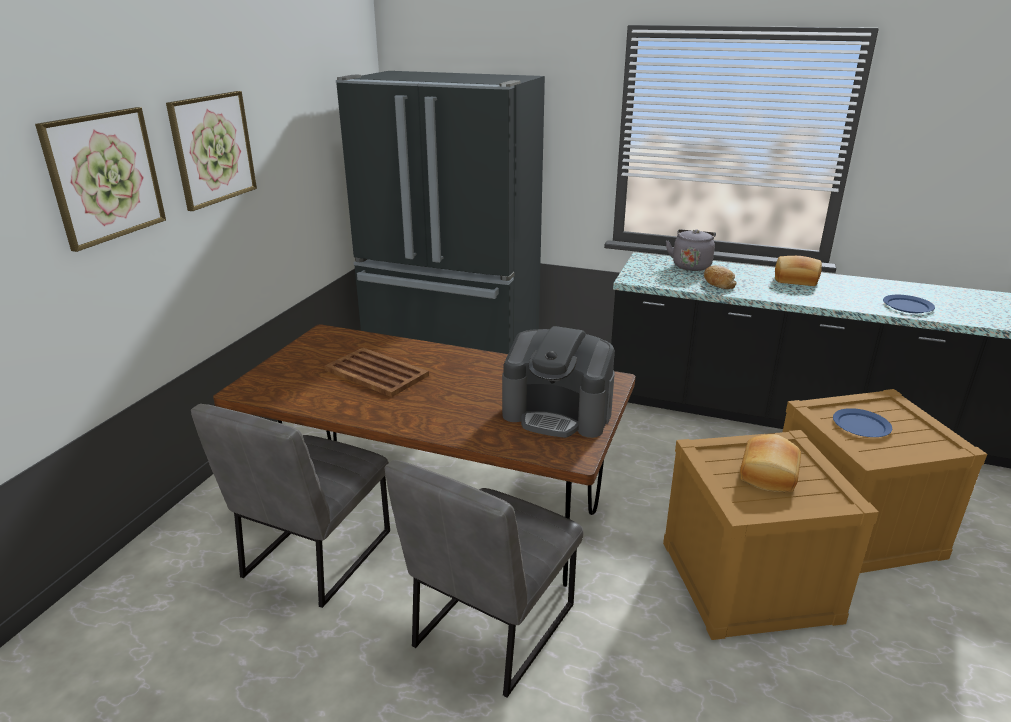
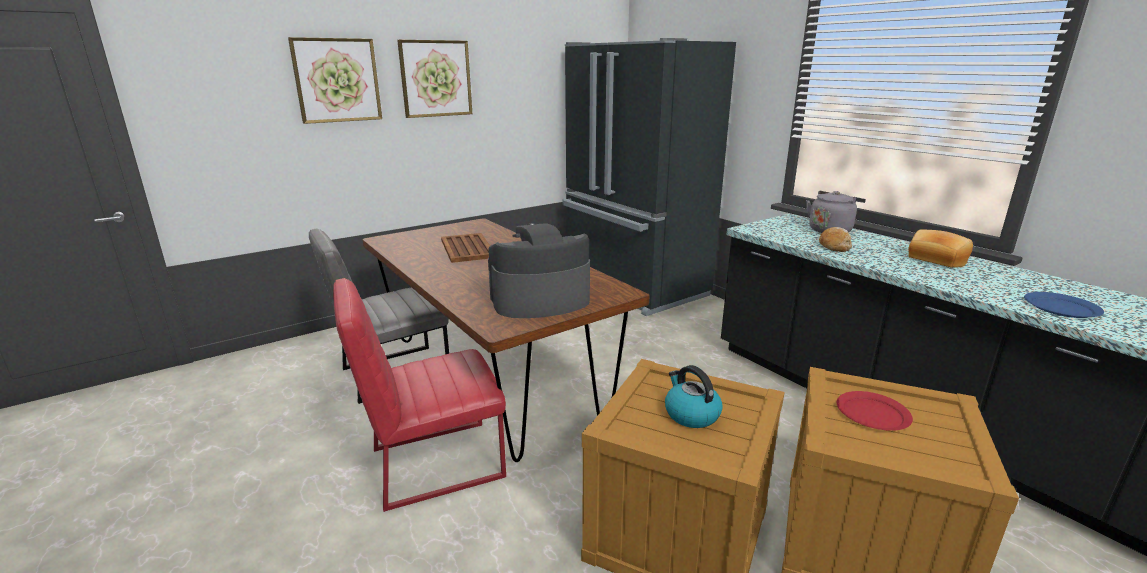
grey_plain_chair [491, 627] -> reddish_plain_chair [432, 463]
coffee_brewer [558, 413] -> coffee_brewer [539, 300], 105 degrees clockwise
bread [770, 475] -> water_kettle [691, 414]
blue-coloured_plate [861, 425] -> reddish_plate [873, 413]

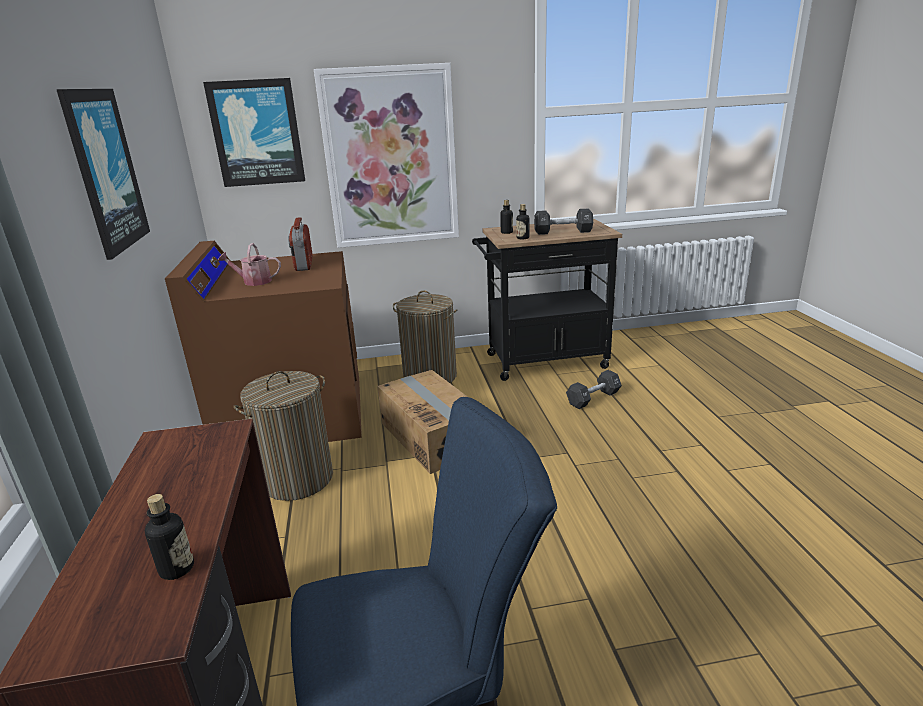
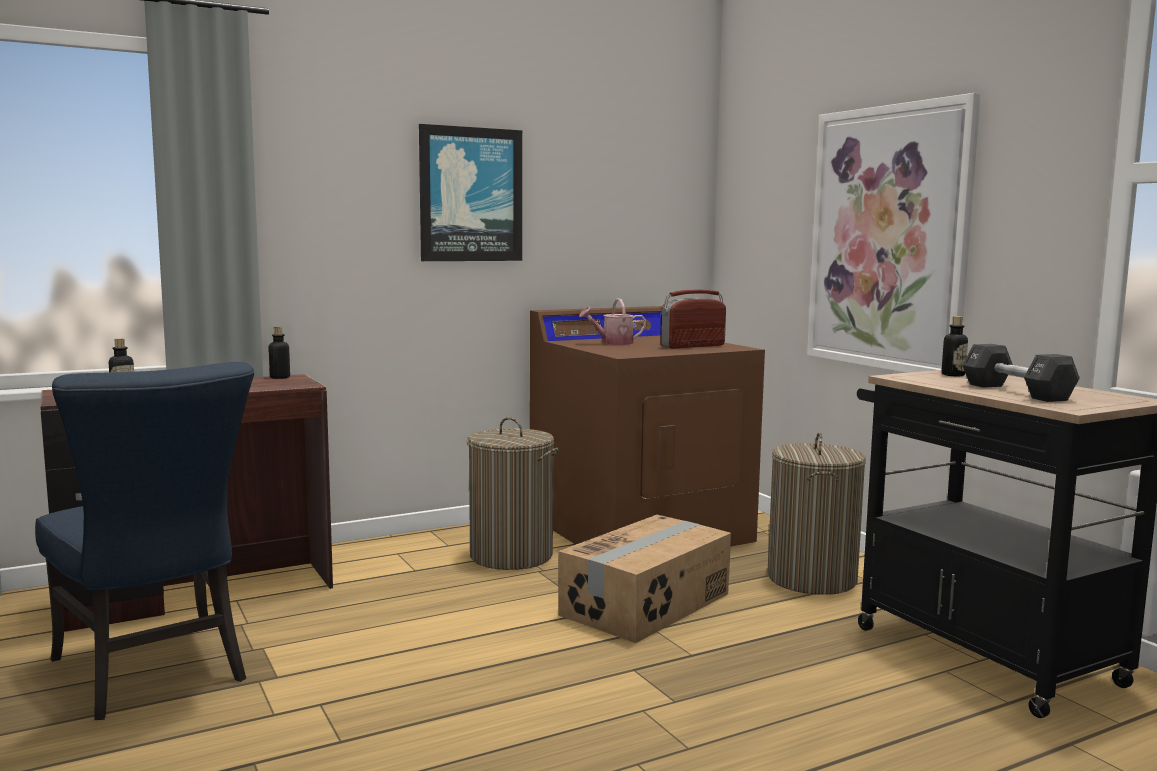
beverage_bottle [522, 238] -> beverage_bottle [280, 377], moved
watering_pot [253, 282] -> watering_pot [613, 343], 90 degrees counterclockwise
wall_picture [257, 133] -> none
black_free_weight [593, 398] -> none

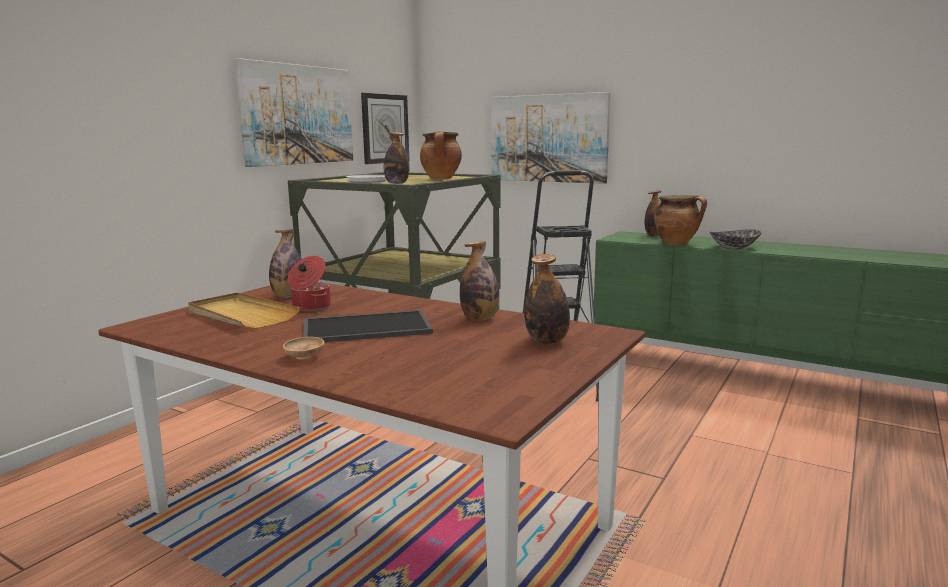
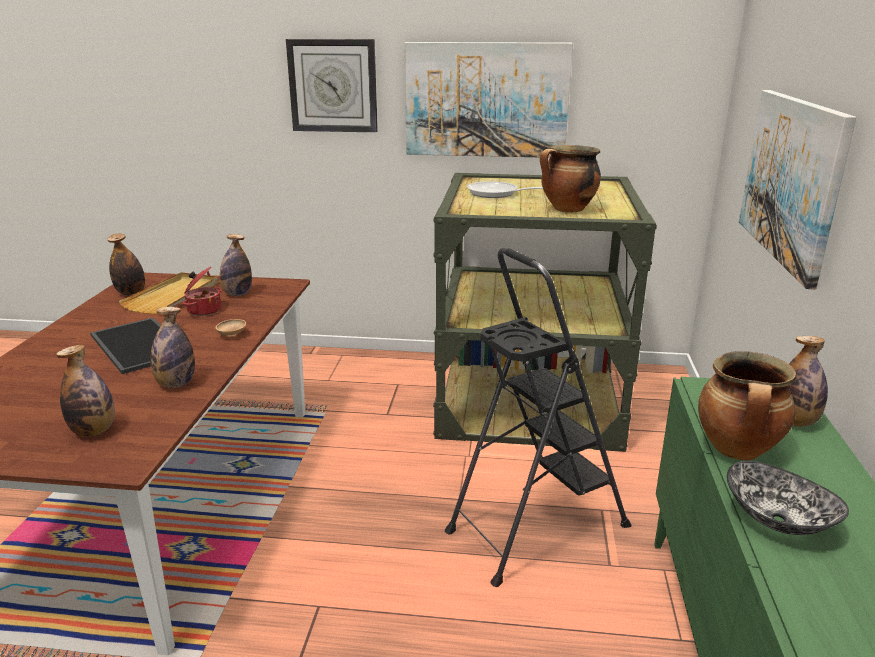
beverage_bottle [396, 183] -> beverage_bottle [131, 293], moved
brown_serving_bowl [304, 357] -> brown_serving_bowl [232, 334], moved
hanging_clock [384, 128] -> hanging_clock [333, 86], moved

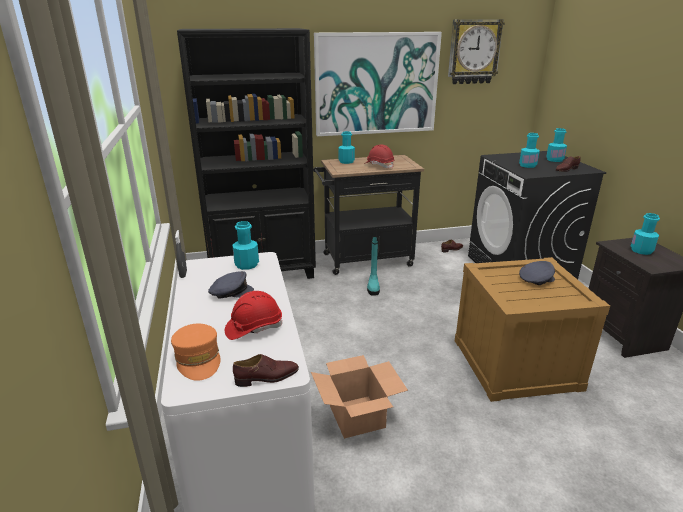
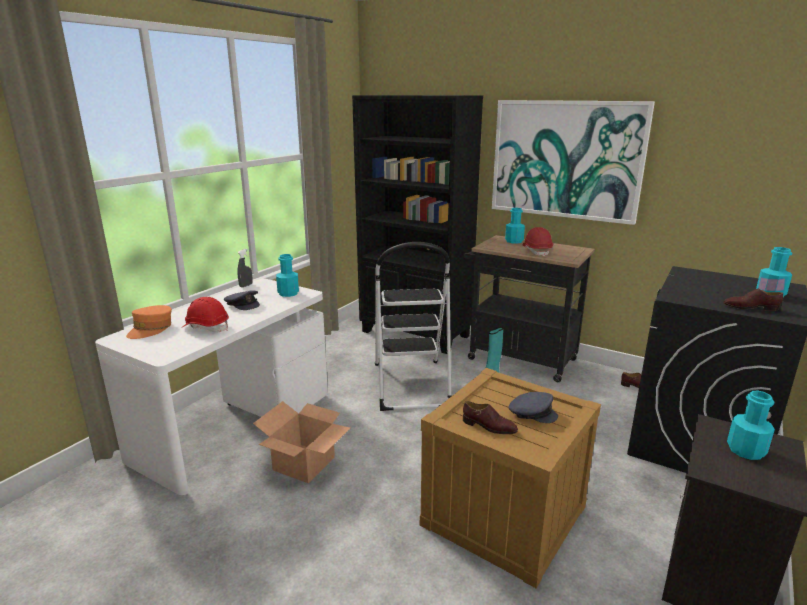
none -> stepladder [410, 386]
brown_low_shoe [267, 377] -> brown_low_shoe [489, 427], moved
hanging_clock [473, 52] -> none
turquoise-coloured_beverage_bottle [527, 165] -> none

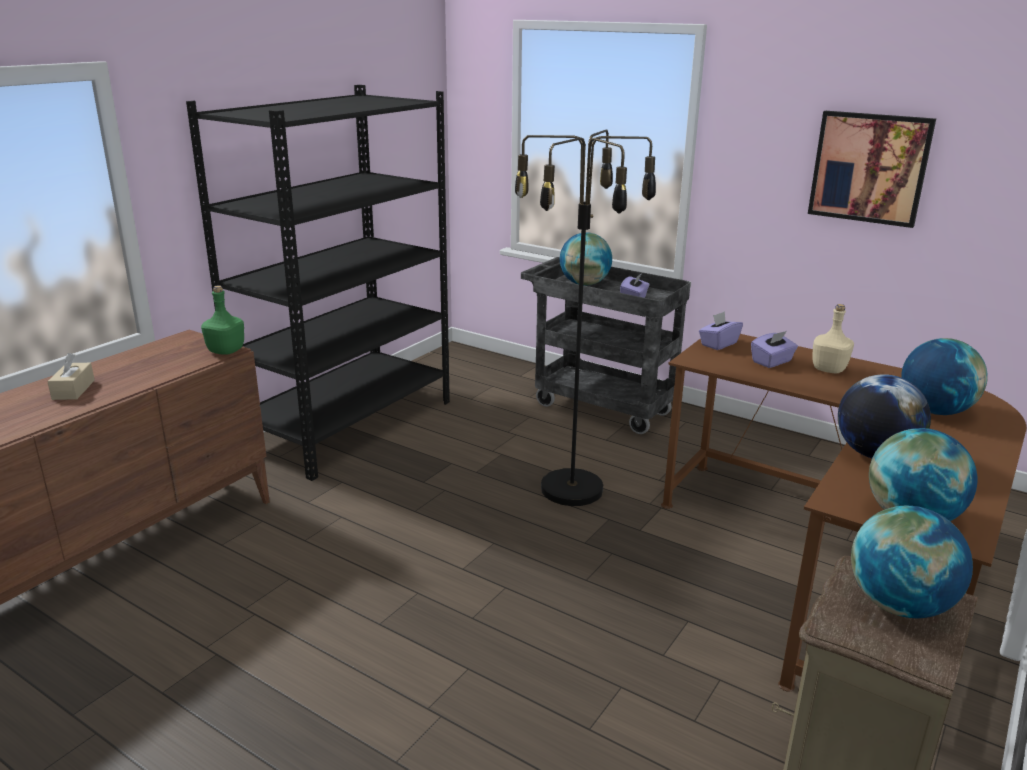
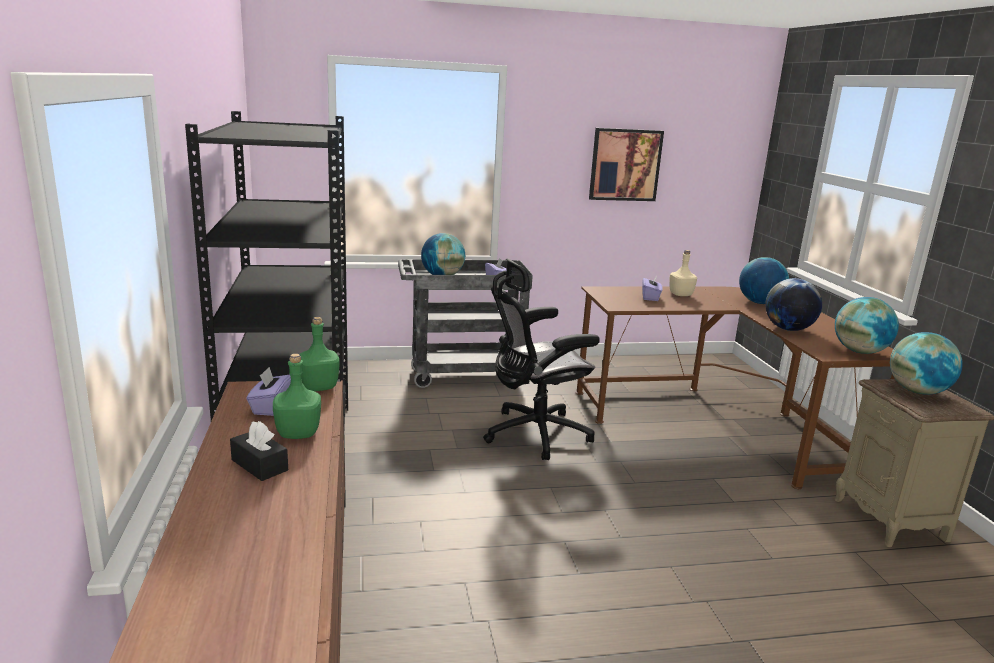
sand-coloured_tissue_holder [73, 390] -> black_tissue_holder [259, 465]
purple_tissue_holder [718, 344] -> purple_tissue_holder [271, 407], moved
none -> greenish_beverage_bottle [299, 433]
floor_lamp [572, 490] -> computer_chair [536, 434]

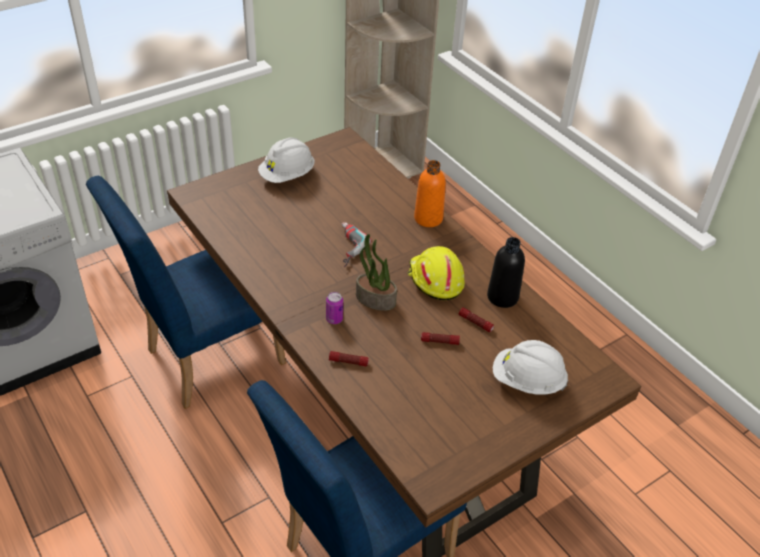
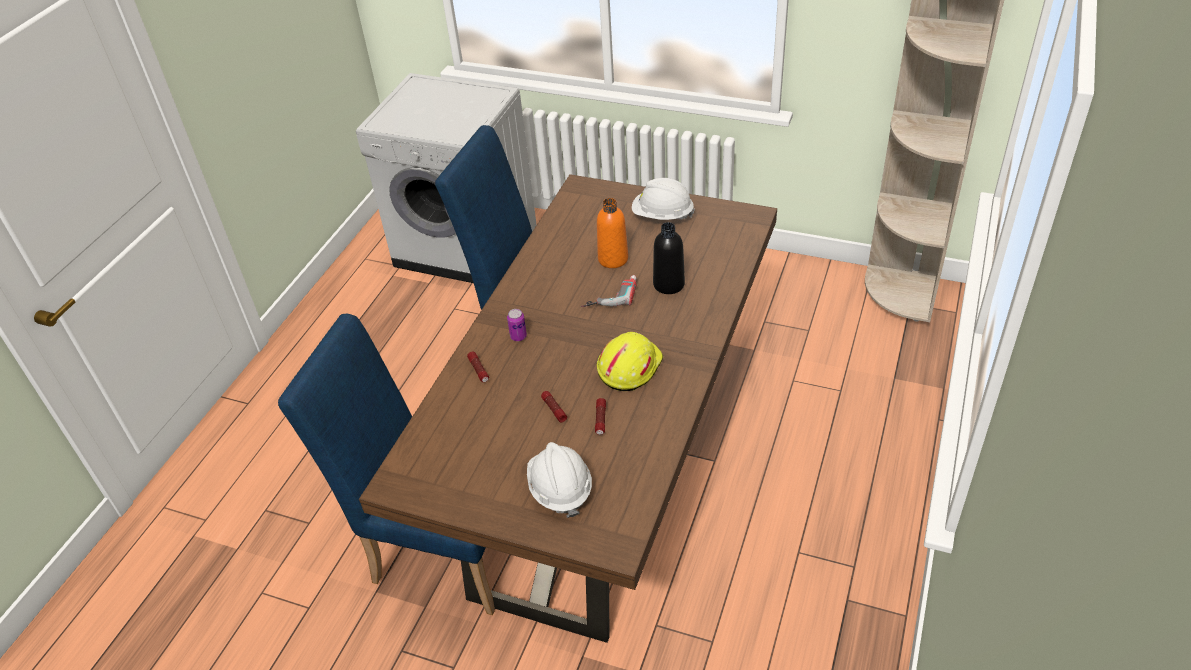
orangey_beverage_bottle [428, 218] -> orangey_beverage_bottle [613, 259], moved
black_beverage_bottle [502, 297] -> black_beverage_bottle [668, 284], moved
potted_plant [375, 299] -> none

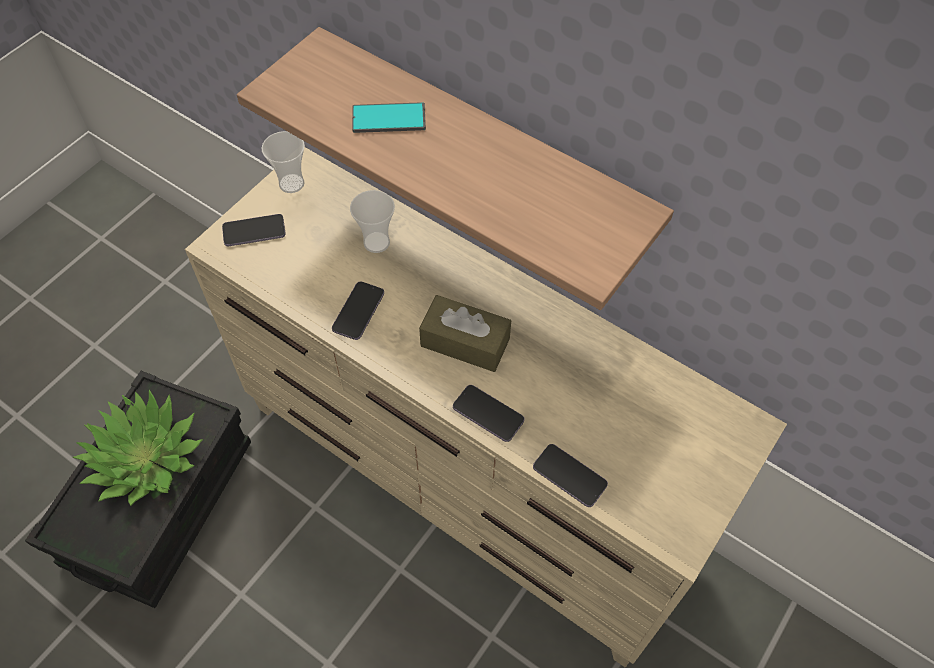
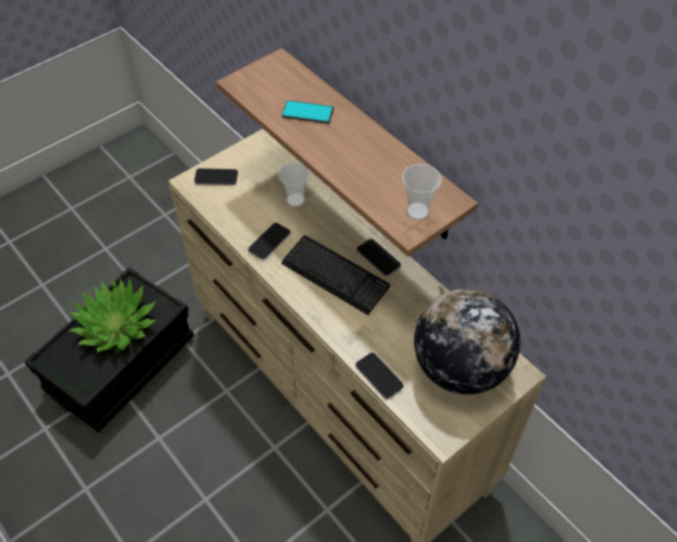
brown_tissue_holder [465, 342] -> computer_keyboard [335, 276]
handset [488, 414] -> handset [378, 258], moved
drinking_cup [291, 183] -> drinking_cup [417, 211], moved
none -> globe [460, 368]

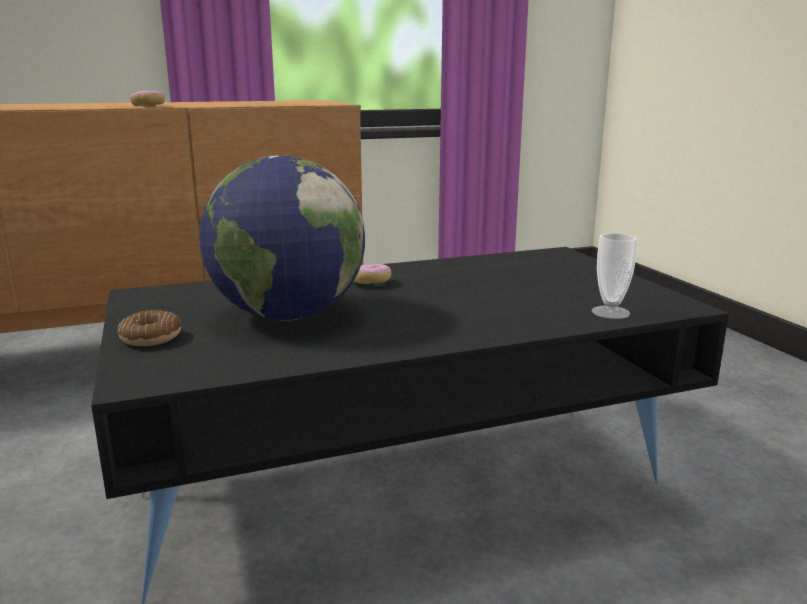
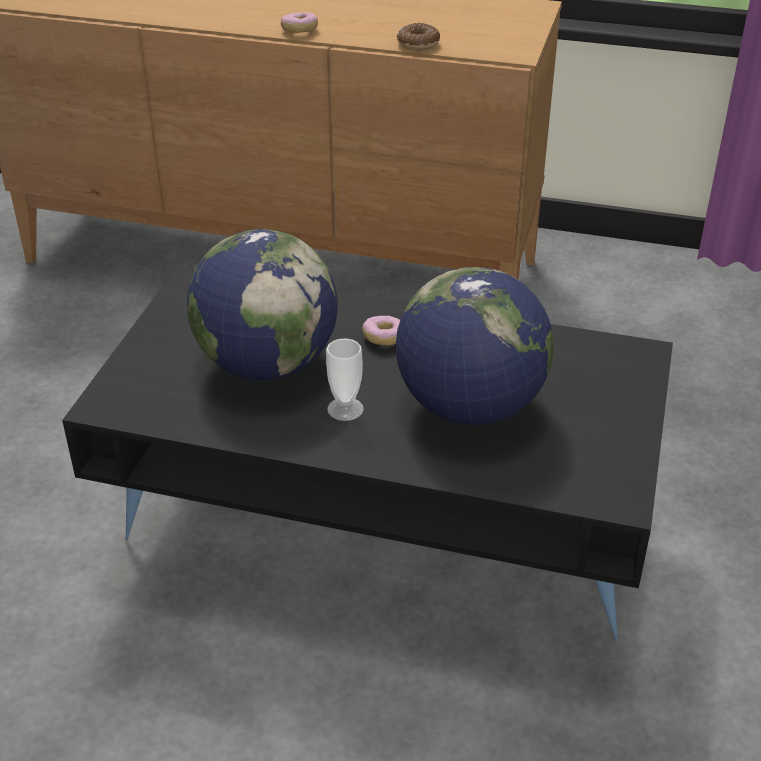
drinking_cup [610, 312] -> drinking_cup [345, 409], moved
none -> globe [470, 407]
doughnut [151, 338] -> doughnut [418, 44], moved

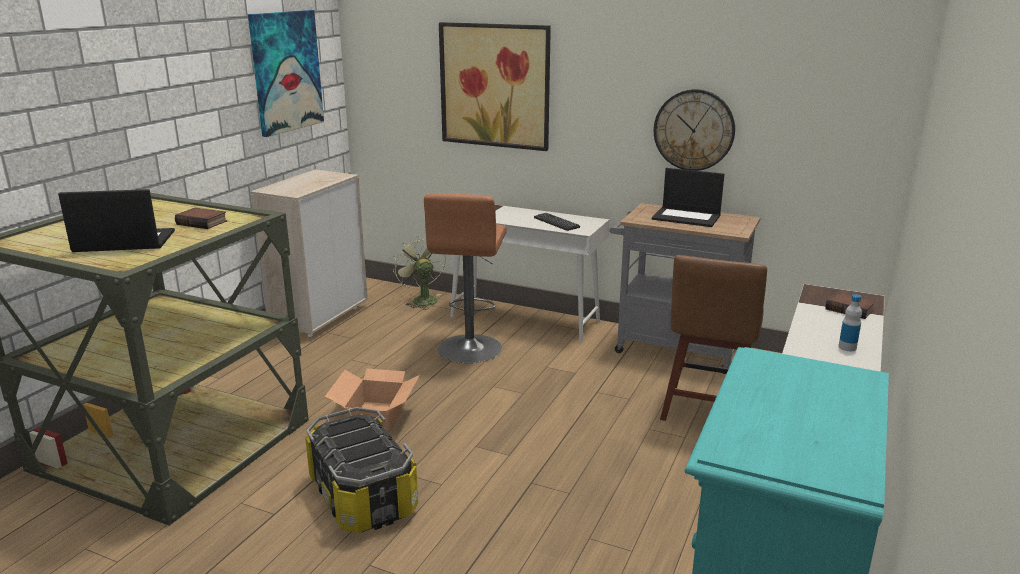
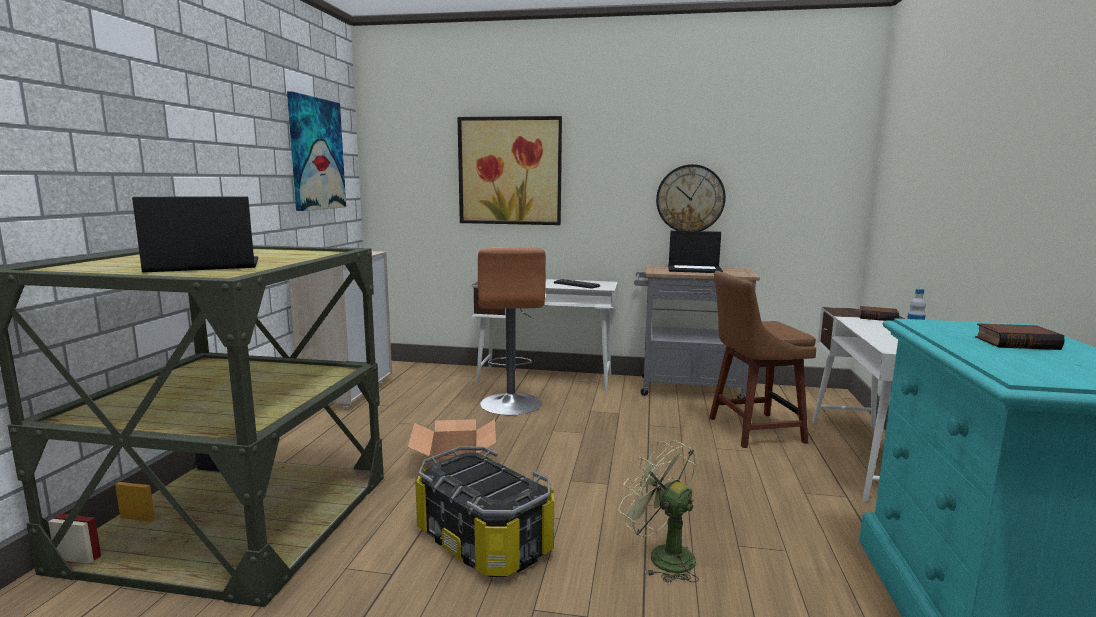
greenish_fan [421, 300] -> greenish_fan [662, 556], moved
brown_plain_chair [705, 411] -> brown_plain_chair [751, 430], 75 degrees clockwise
bound_book [203, 222] -> bound_book [1016, 343], moved

